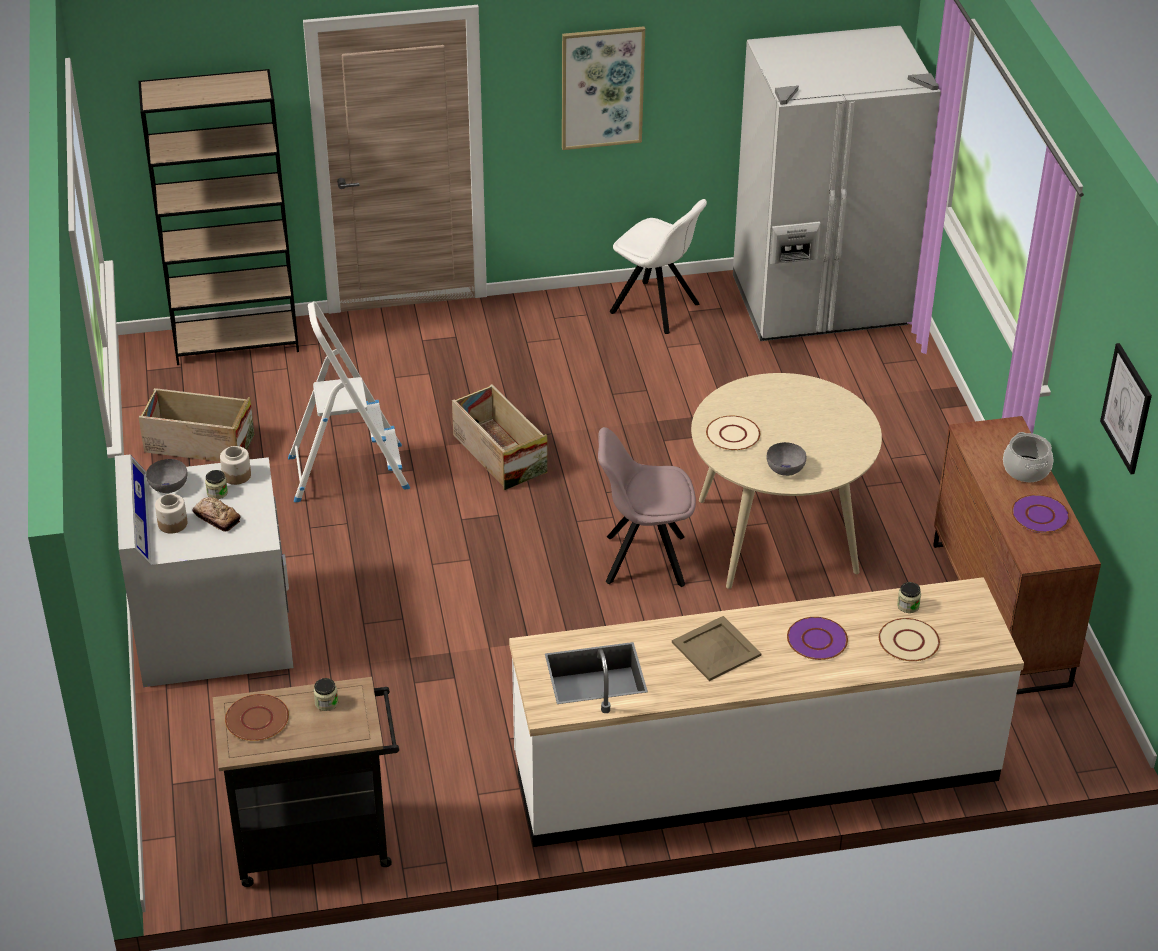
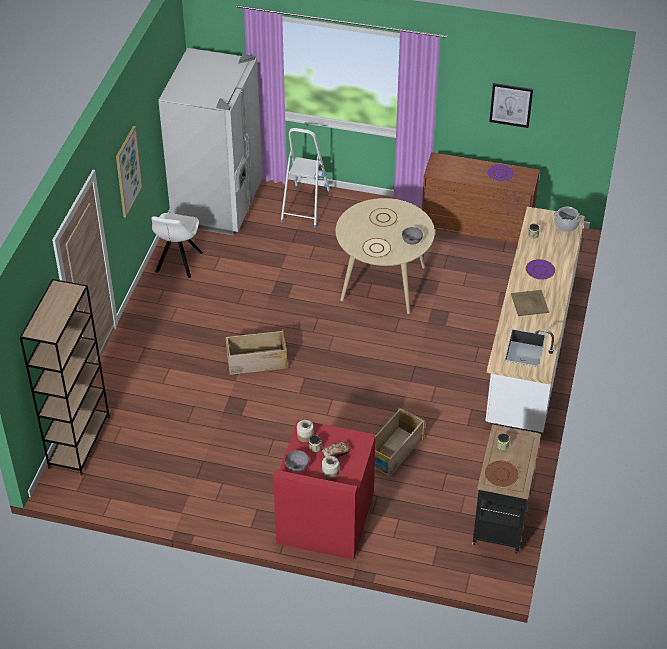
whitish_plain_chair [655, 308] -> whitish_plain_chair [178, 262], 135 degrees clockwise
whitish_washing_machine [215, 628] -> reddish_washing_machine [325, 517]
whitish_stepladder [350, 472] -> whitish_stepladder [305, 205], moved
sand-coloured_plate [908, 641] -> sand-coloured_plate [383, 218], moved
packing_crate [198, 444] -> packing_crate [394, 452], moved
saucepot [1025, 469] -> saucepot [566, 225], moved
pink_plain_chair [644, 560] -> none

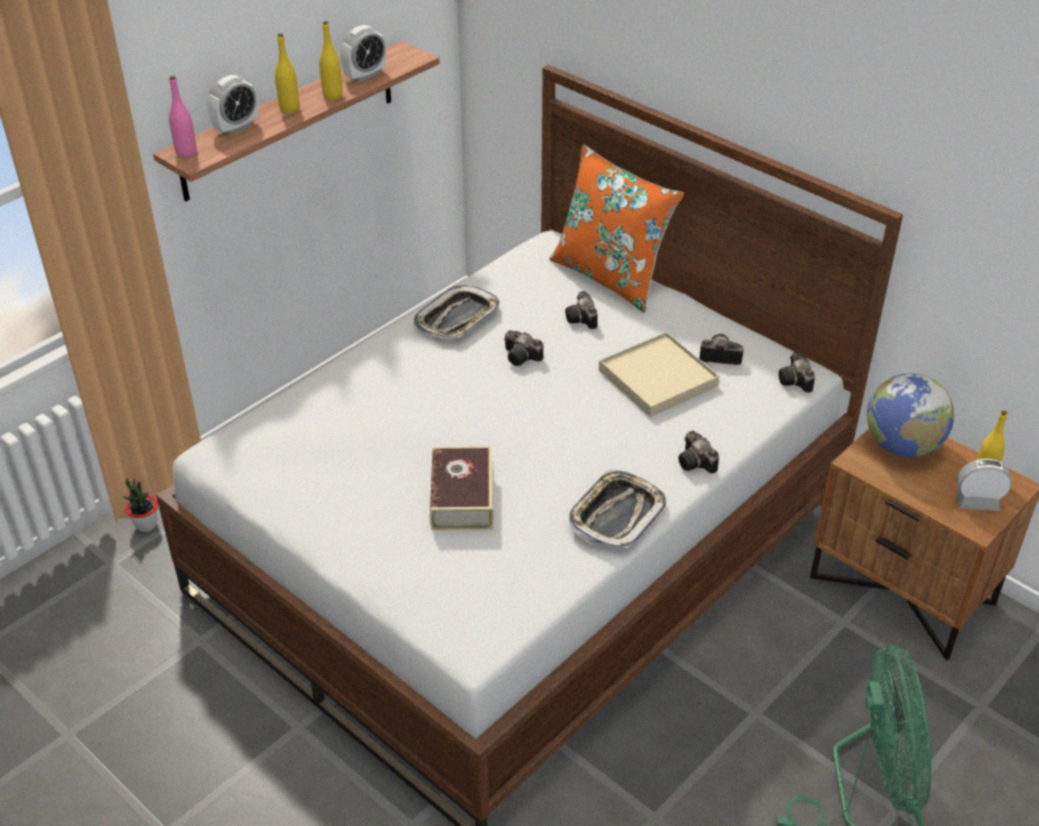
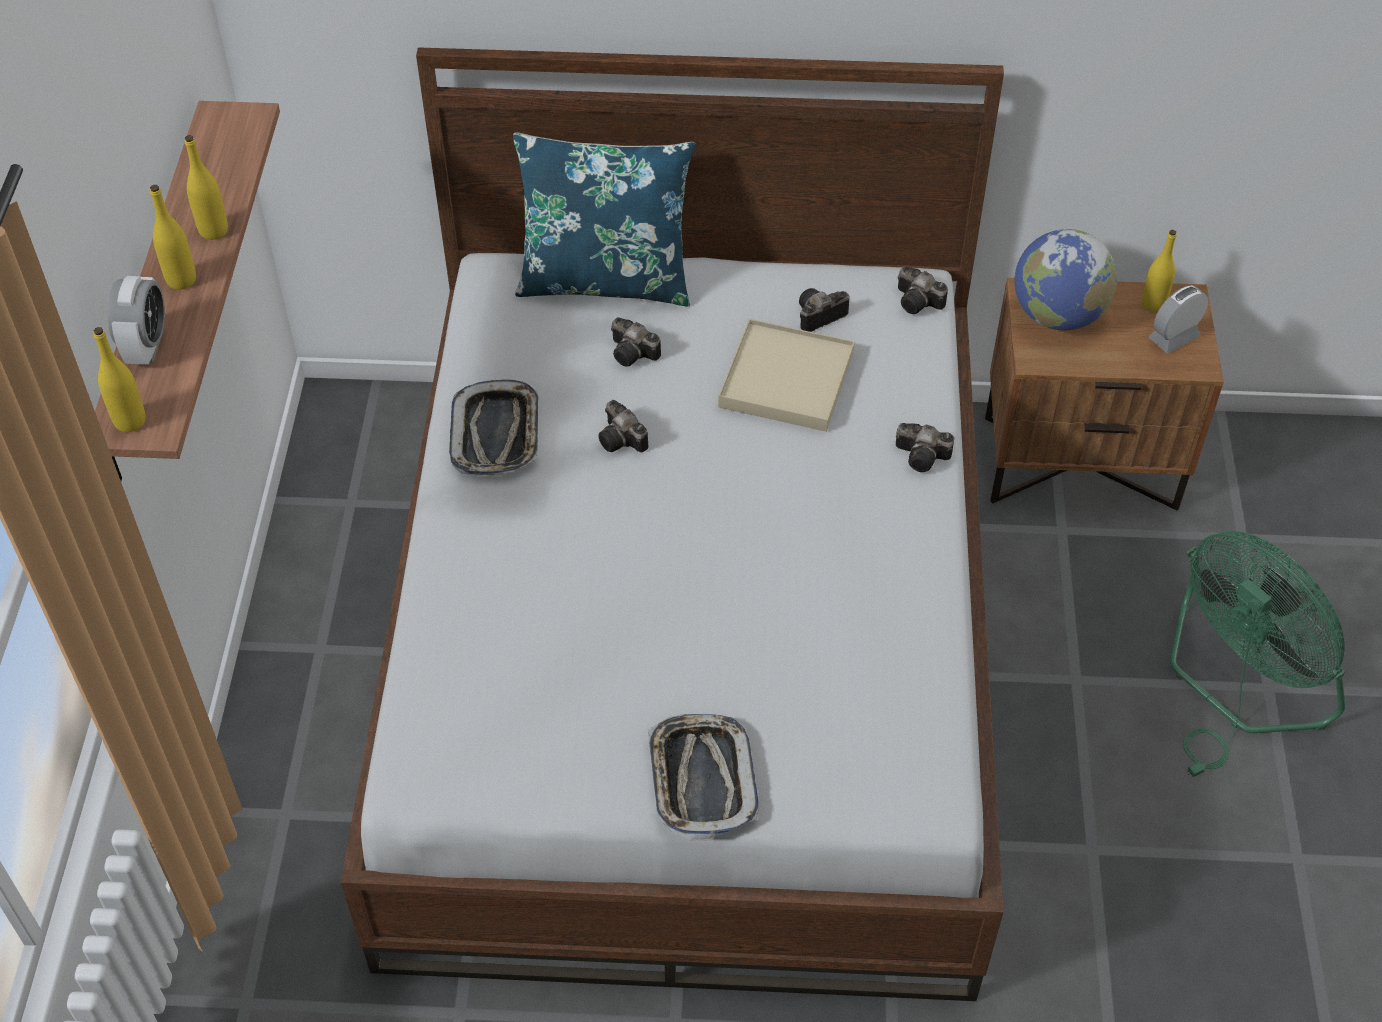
pink_beverage_bottle [186, 153] -> yellow_beverage_bottle [130, 421]
orangey_cushion [610, 276] -> blue-coloured_cushion [606, 280]
still_camera [523, 357] -> still_camera [623, 440], 60 degrees clockwise
carrying_tray [616, 515] -> carrying_tray [701, 780], moved
potted_plant [146, 525] -> none
alarm_clock [365, 75] -> none
bound_book [462, 497] -> none

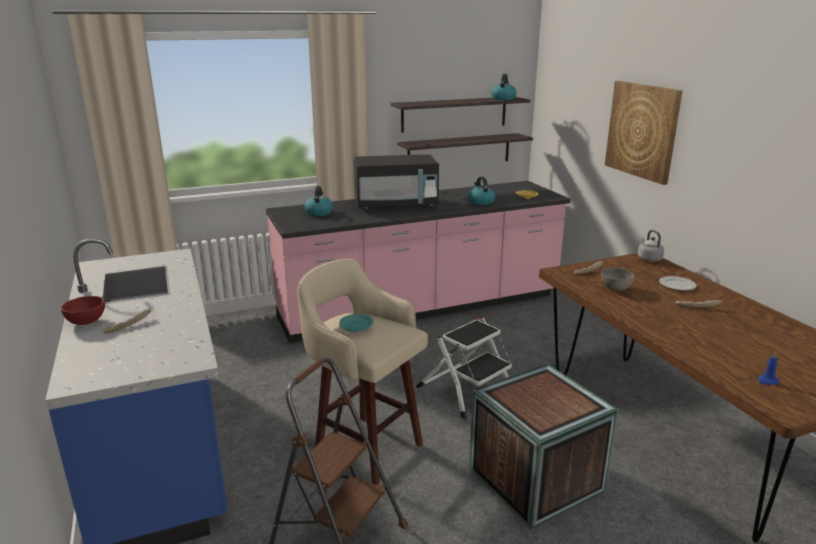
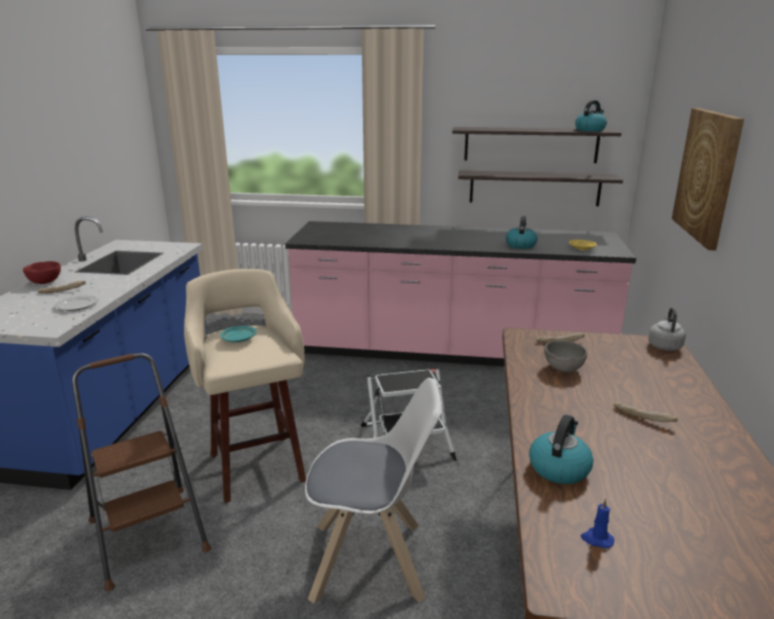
plate [677, 285] -> plate [77, 305], moved
packing_crate [535, 480] -> plain_chair [372, 561]
water_kettle [319, 212] -> water_kettle [559, 468], moved
black_microwave_oven [396, 204] -> none

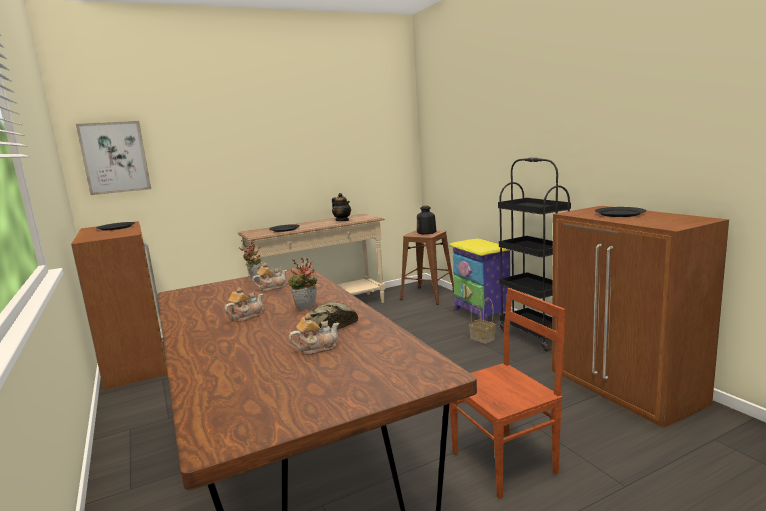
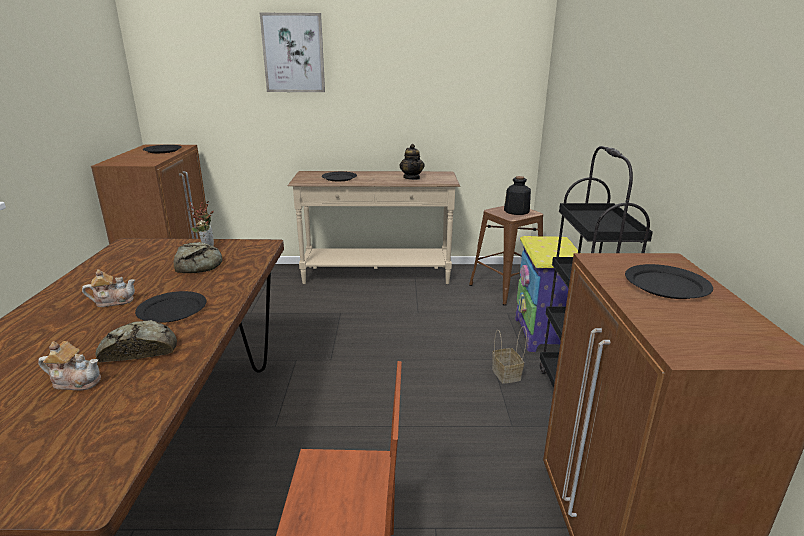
potted_plant [306, 308] -> black_plate [172, 309]
tea_pot [271, 288] -> bread [200, 264]
wall_picture [115, 157] -> wall_picture [293, 53], moved

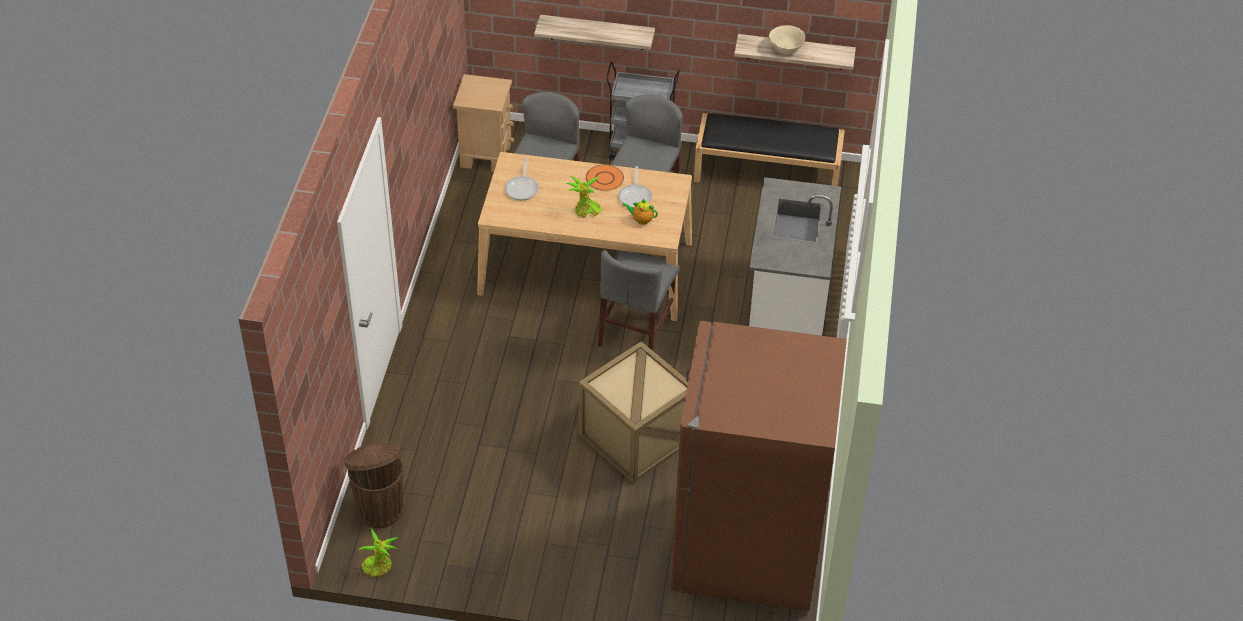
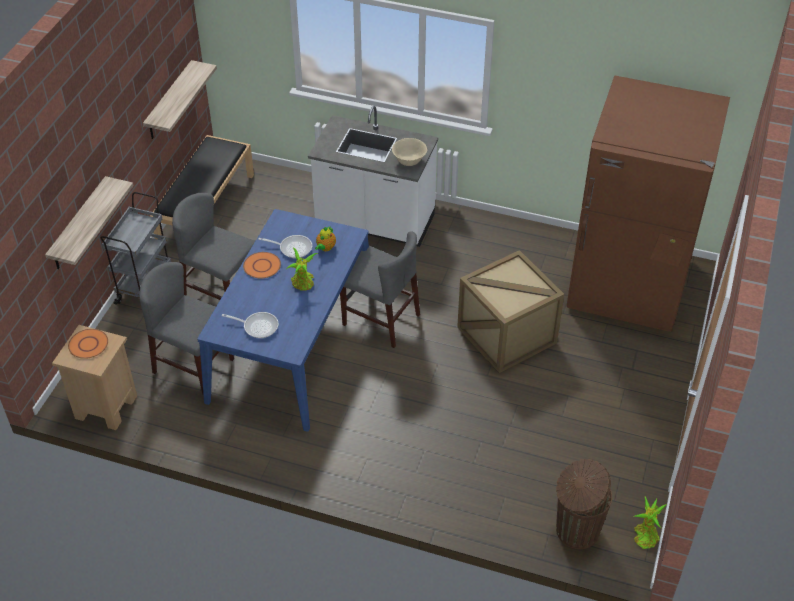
none -> orangey_plate [88, 344]
sand-coloured_dining_table [586, 268] -> blue-coloured_dining_table [292, 345]
sand-coloured_serving_bowl [785, 50] -> sand-coloured_serving_bowl [409, 161], moved

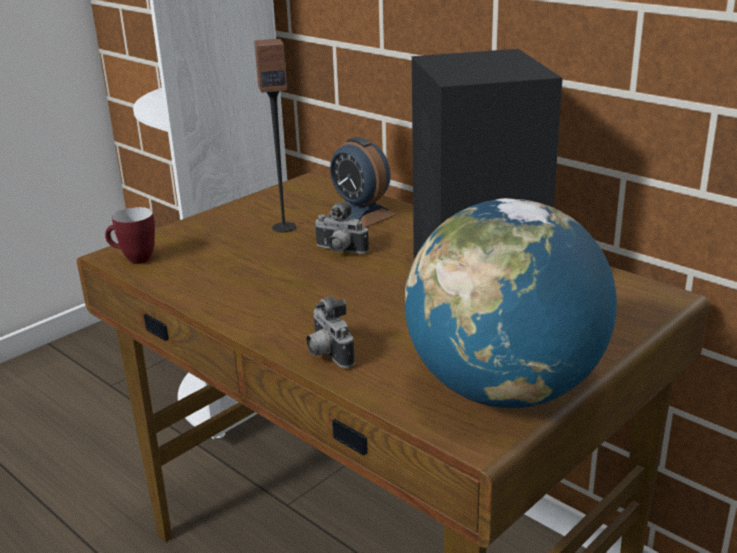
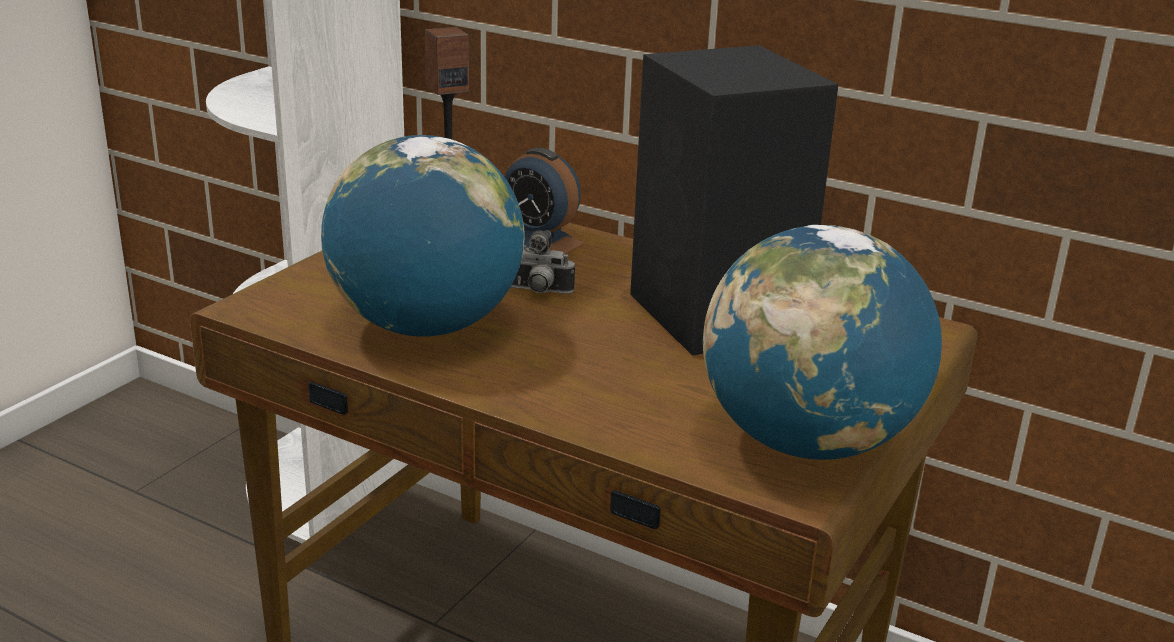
none -> globe [425, 326]
mug [134, 260] -> none
still_camera [327, 354] -> none

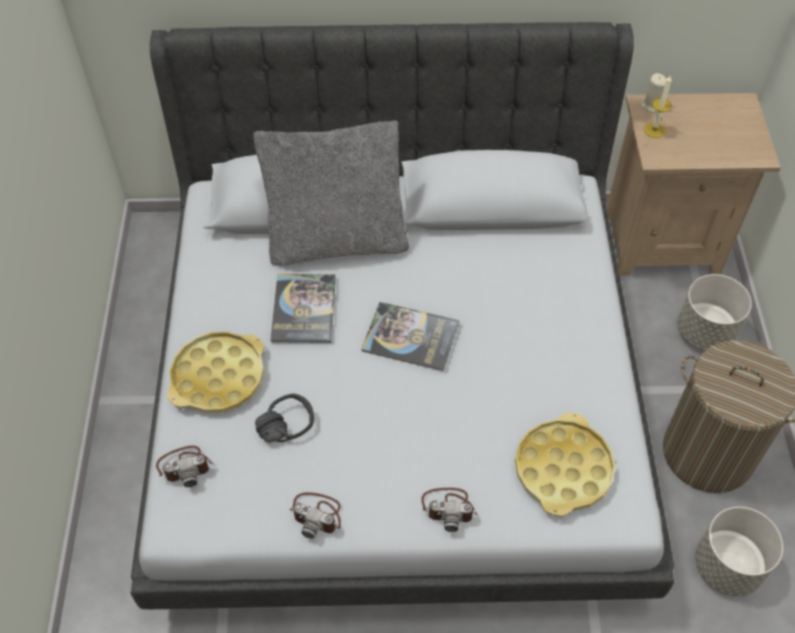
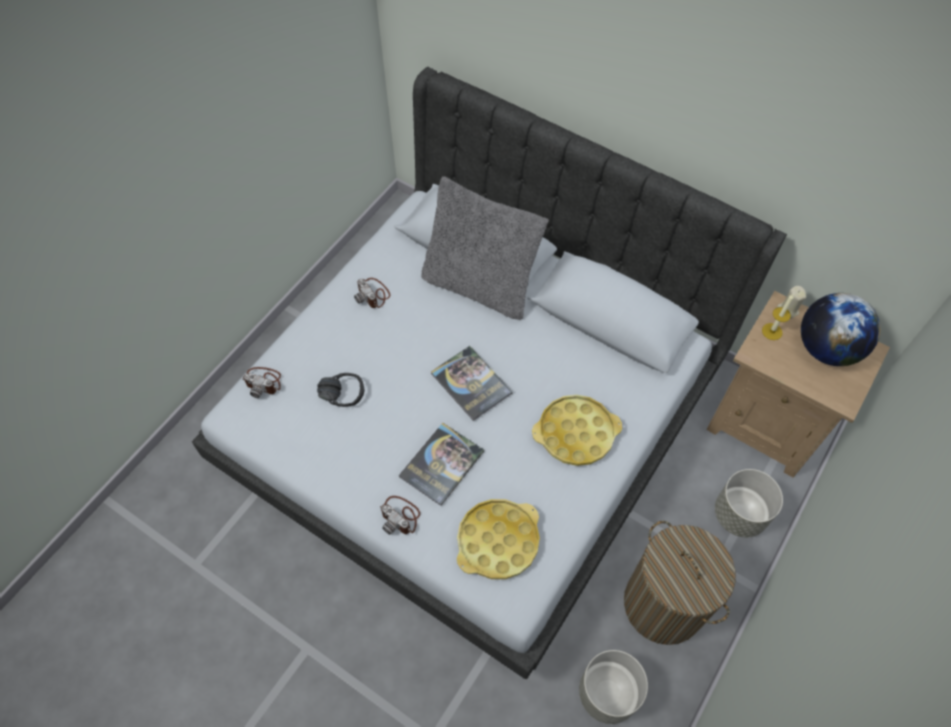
still_camera [317, 514] -> still_camera [373, 294], moved
bound_book [304, 309] -> bound_book [441, 464], moved
yellow_carrying_tray [218, 377] -> yellow_carrying_tray [576, 433], moved
none -> globe [826, 348]

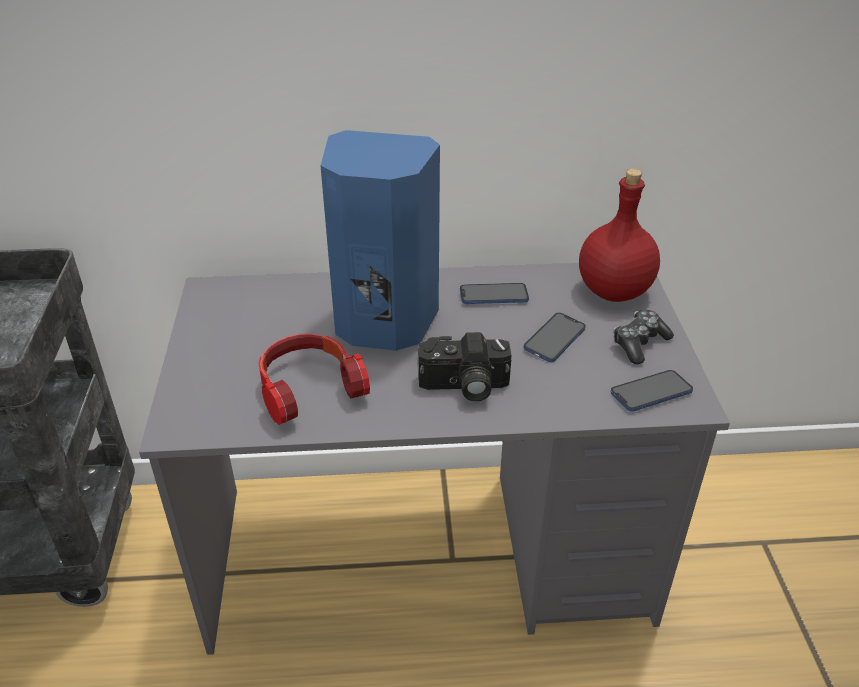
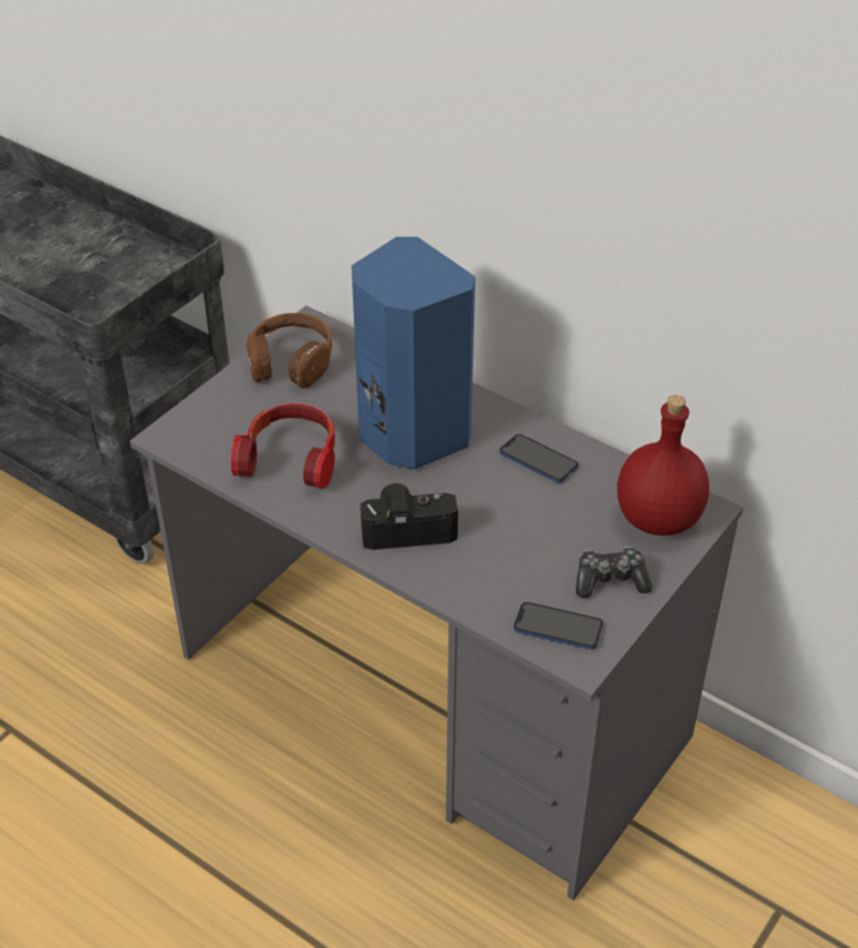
none -> brown_pair_of_headphones [291, 362]
still_camera [463, 386] -> still_camera [408, 527], 135 degrees clockwise
handset [554, 339] -> none

